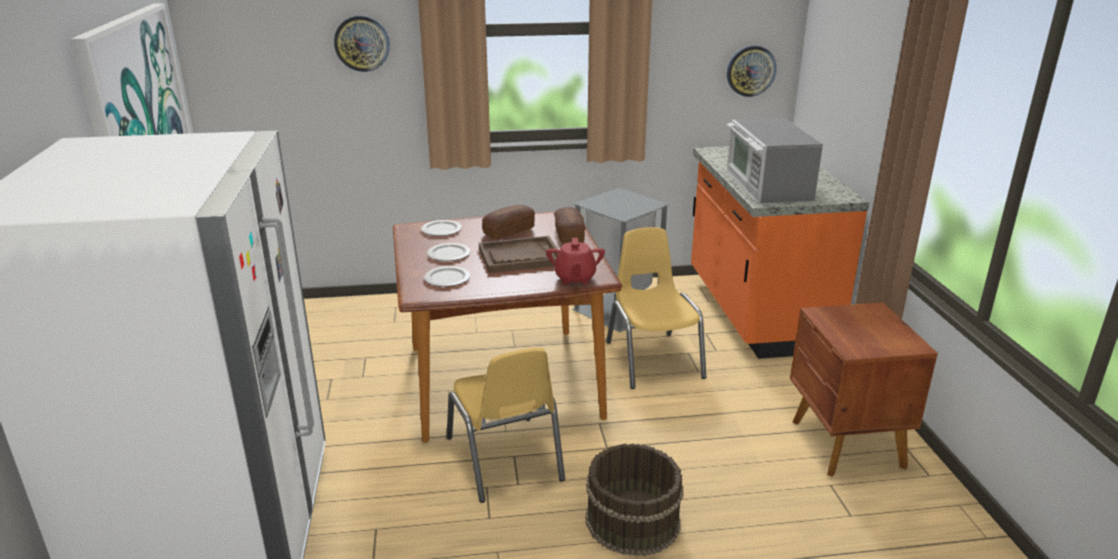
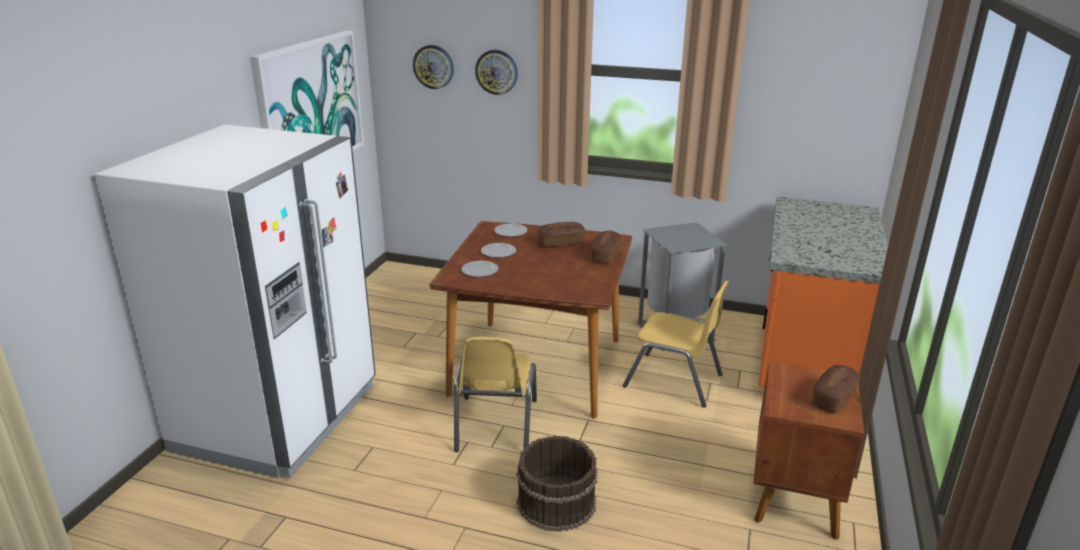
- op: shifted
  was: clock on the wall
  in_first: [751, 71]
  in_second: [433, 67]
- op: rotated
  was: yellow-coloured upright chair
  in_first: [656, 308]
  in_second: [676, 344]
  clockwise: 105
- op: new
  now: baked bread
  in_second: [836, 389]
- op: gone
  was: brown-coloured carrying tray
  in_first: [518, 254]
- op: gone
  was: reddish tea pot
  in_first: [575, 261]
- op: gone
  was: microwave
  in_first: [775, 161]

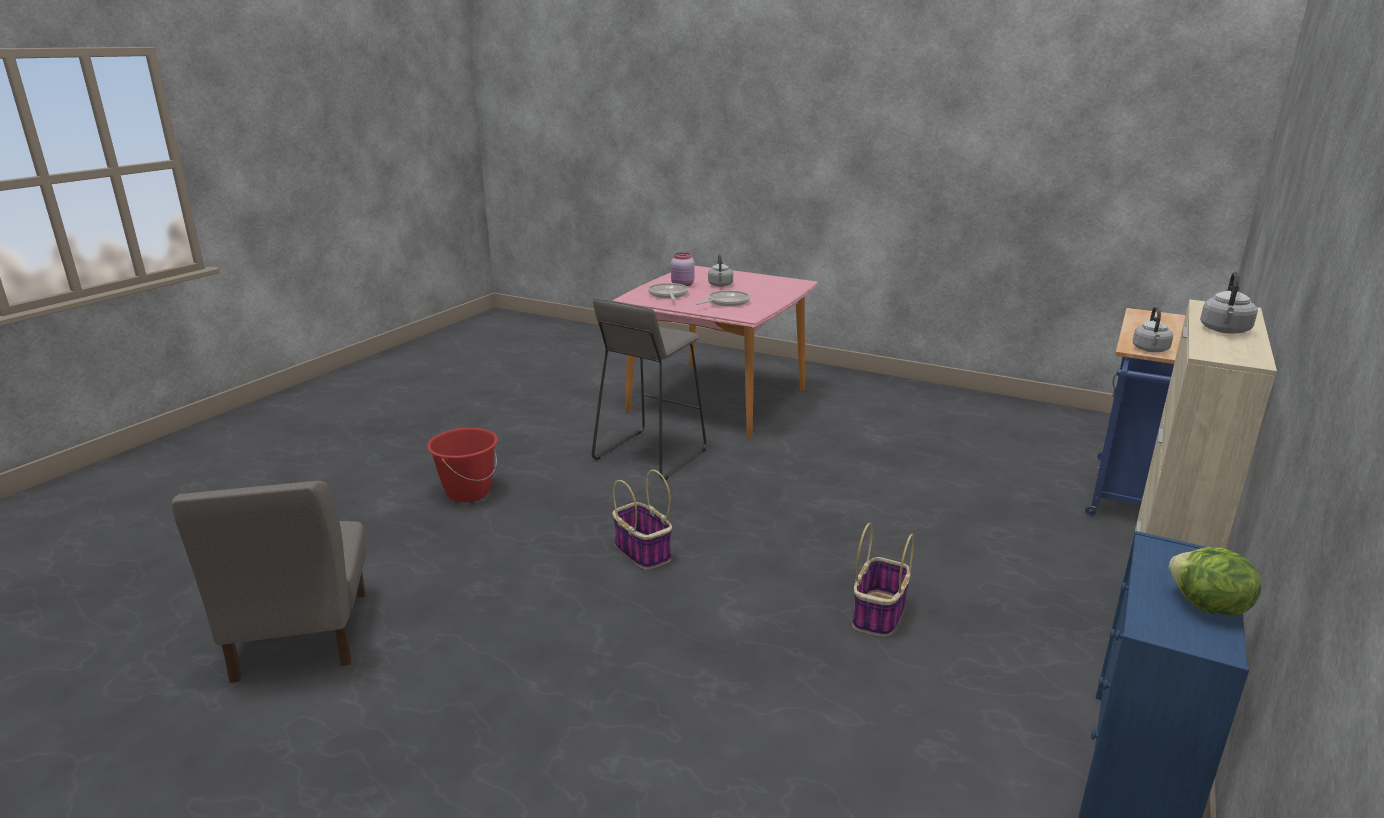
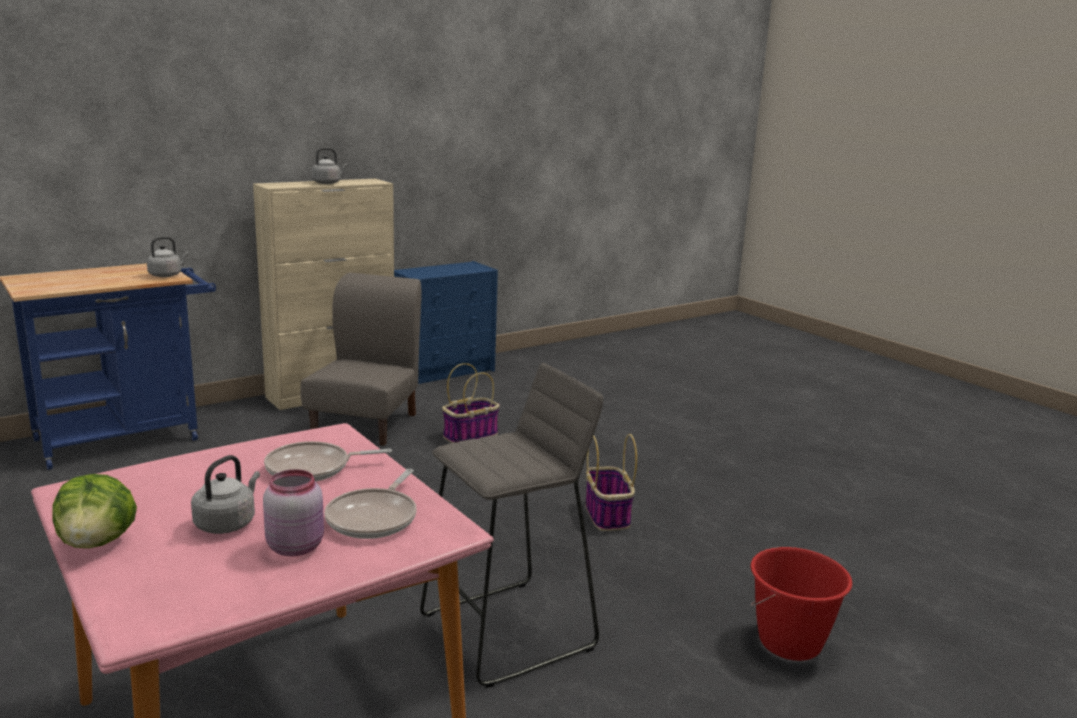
- op: shifted
  was: lettuce
  in_first: [1214, 581]
  in_second: [94, 511]
- op: shifted
  was: gray upright chair
  in_first: [268, 581]
  in_second: [360, 359]

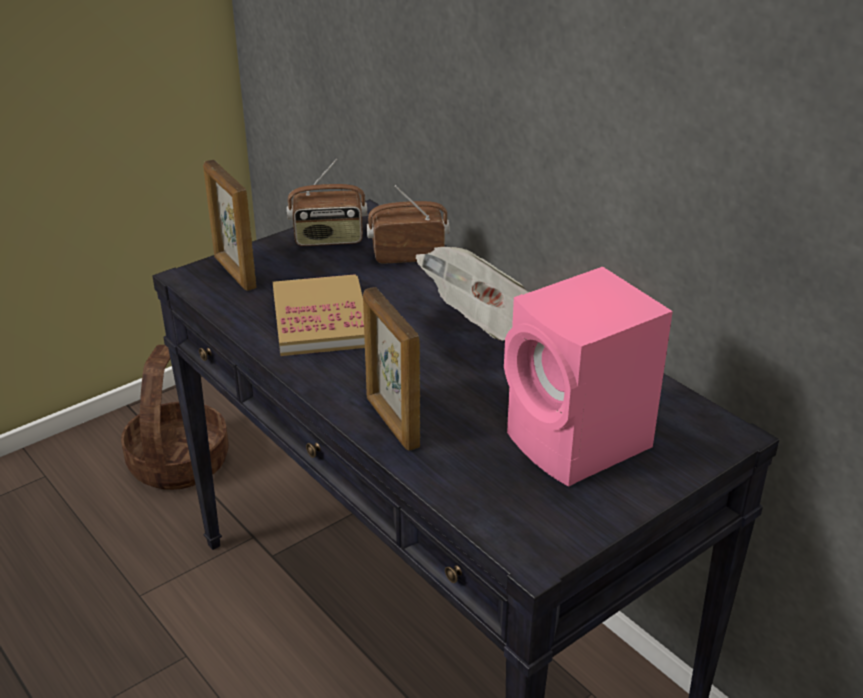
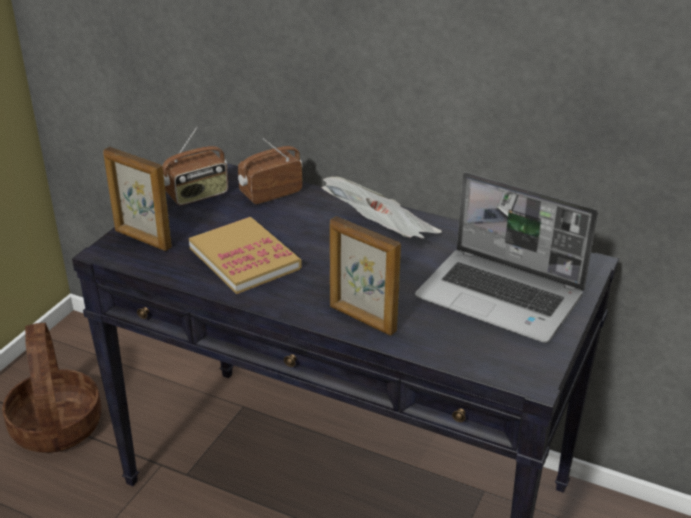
- op: swapped
  was: pink loudspeaker
  now: laptop
  in_first: [588, 377]
  in_second: [506, 257]

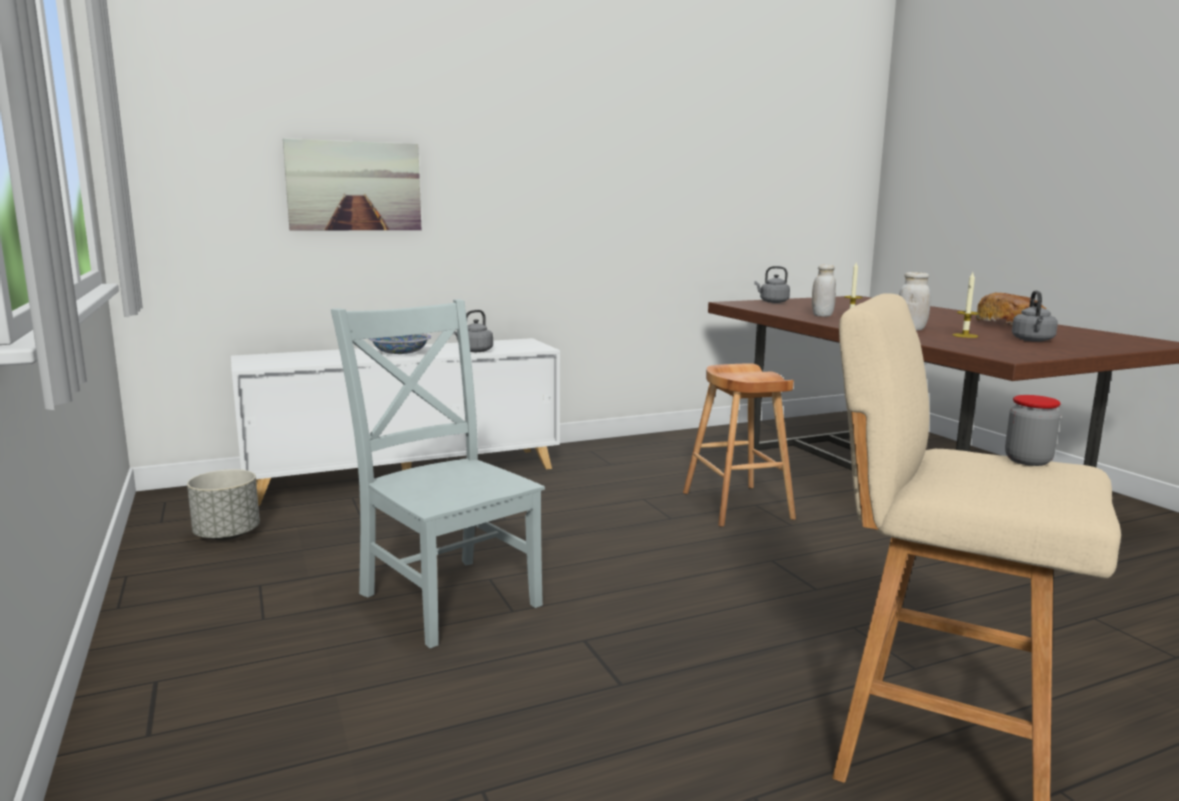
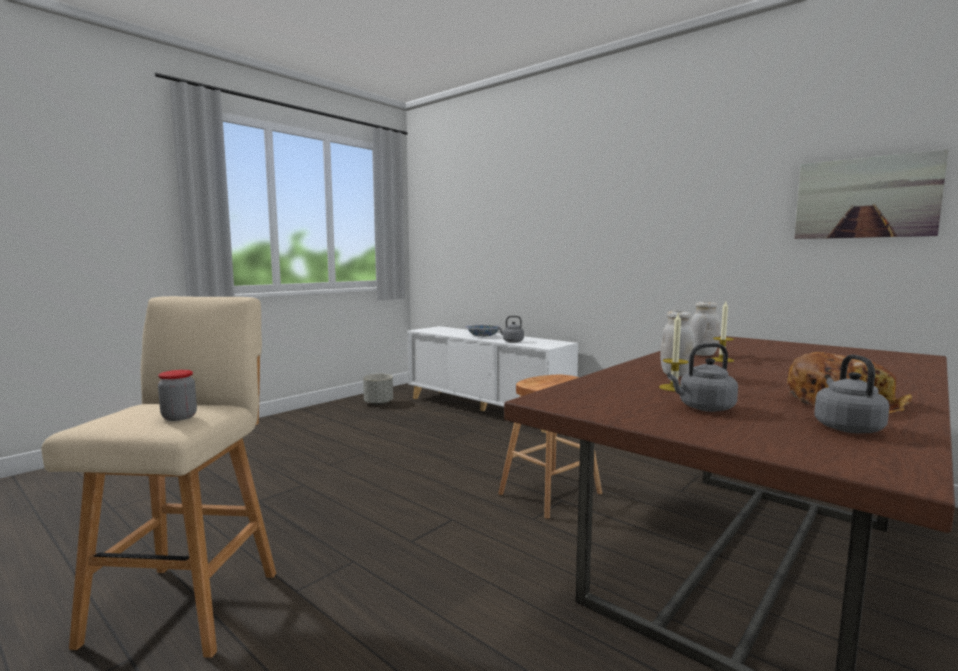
- op: shifted
  was: wall art
  in_first: [352, 184]
  in_second: [871, 194]
- op: shifted
  was: gray tea kettle
  in_first: [772, 284]
  in_second: [852, 394]
- op: gone
  was: gray upright chair
  in_first: [438, 473]

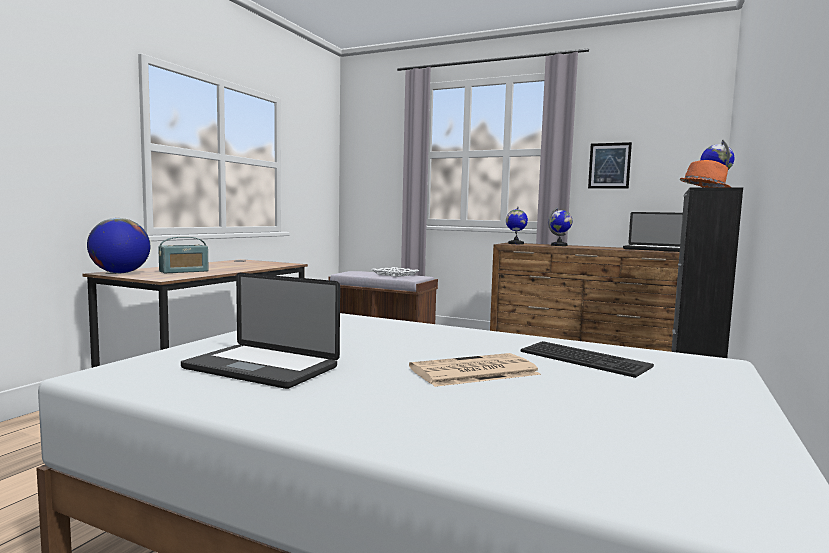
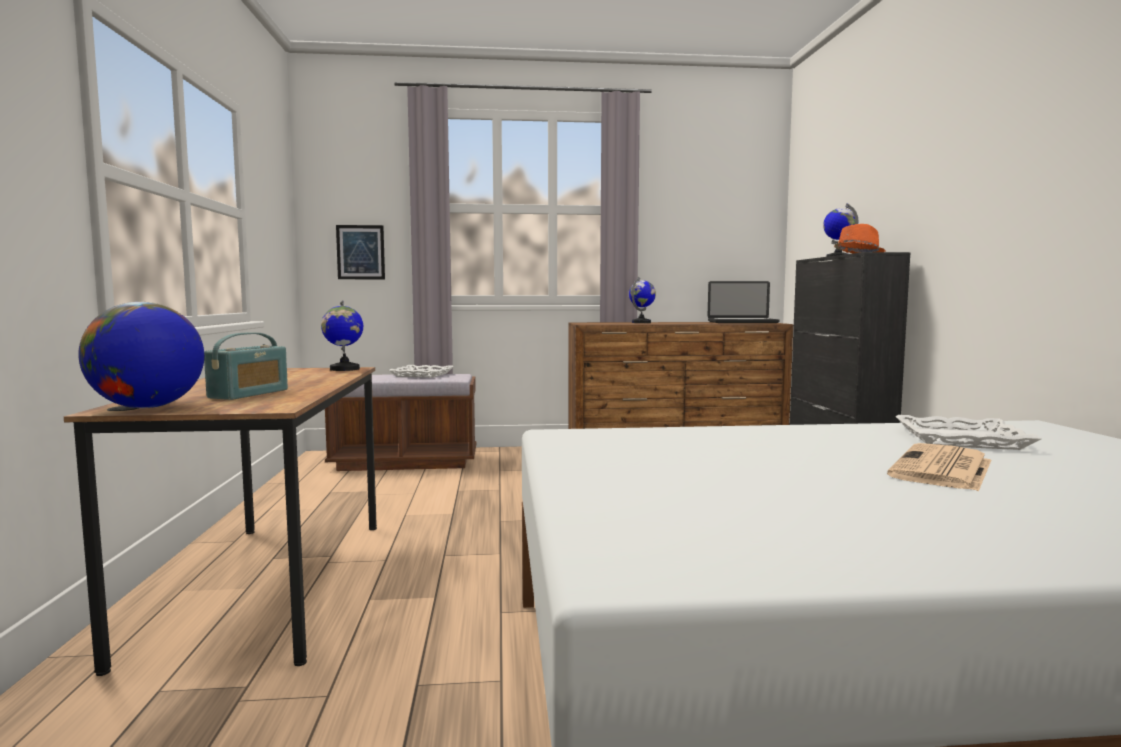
- op: shifted
  was: globe
  in_first: [517, 225]
  in_second: [342, 335]
- op: shifted
  was: wall art
  in_first: [610, 165]
  in_second: [360, 252]
- op: swapped
  was: computer keyboard
  now: white carrying tray
  in_first: [587, 359]
  in_second: [968, 432]
- op: gone
  was: laptop
  in_first: [260, 331]

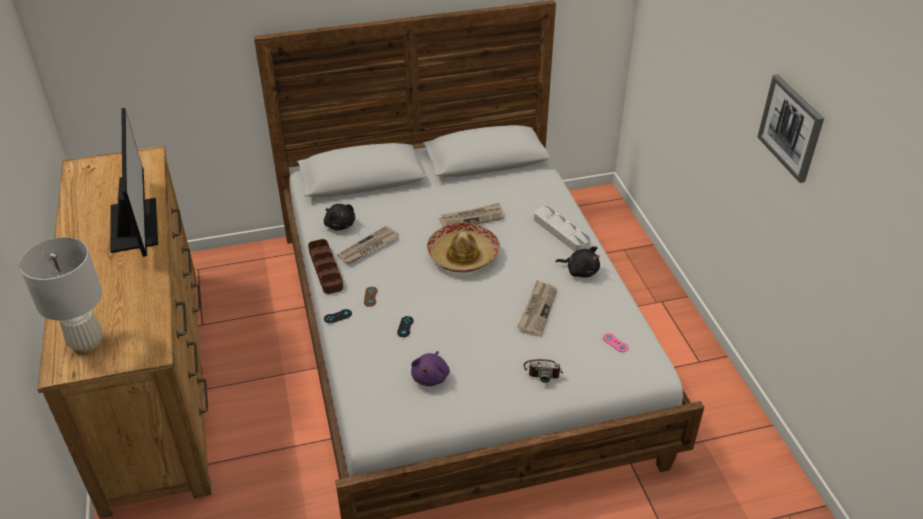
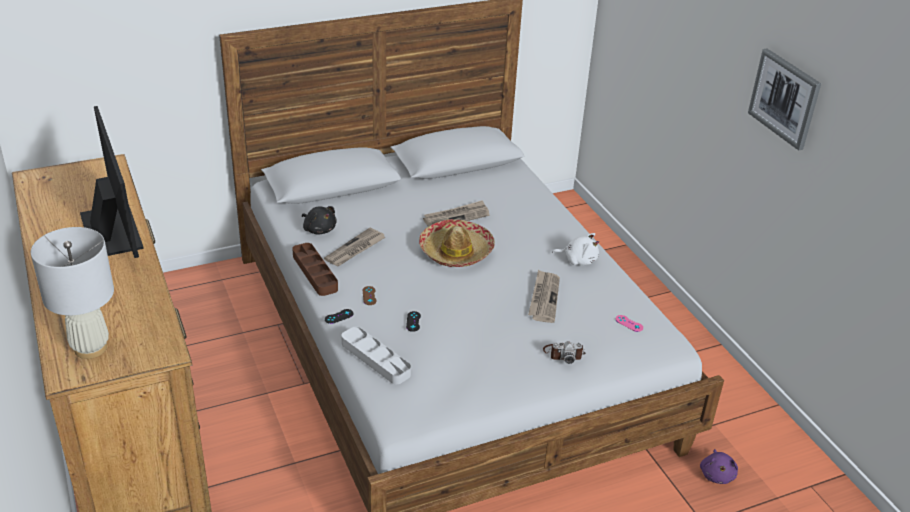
- op: shifted
  was: gray carrying tray
  in_first: [562, 229]
  in_second: [376, 355]
- op: repainted
  was: blackish cuddly toy
  now: white cuddly toy
  in_first: [577, 262]
  in_second: [575, 249]
- op: shifted
  was: purple cuddly toy
  in_first: [430, 368]
  in_second: [719, 466]

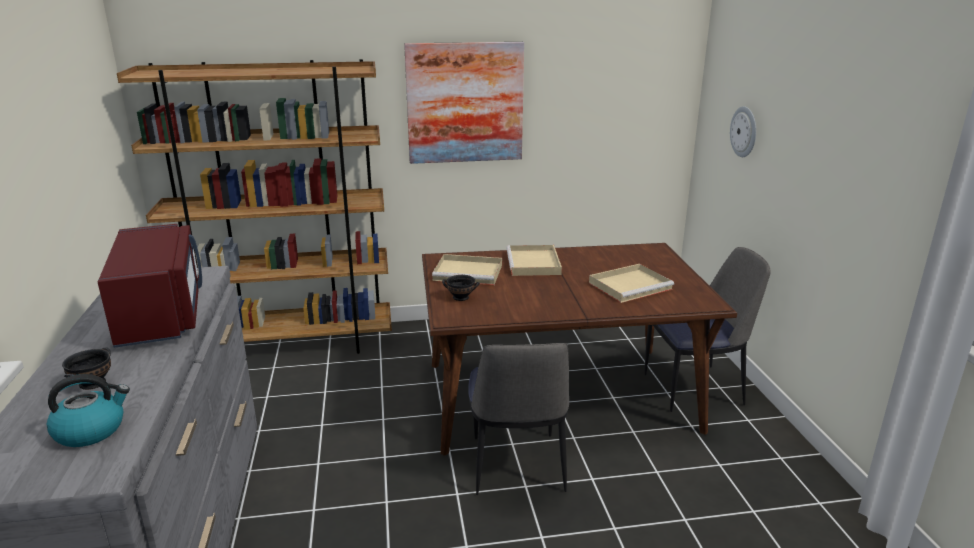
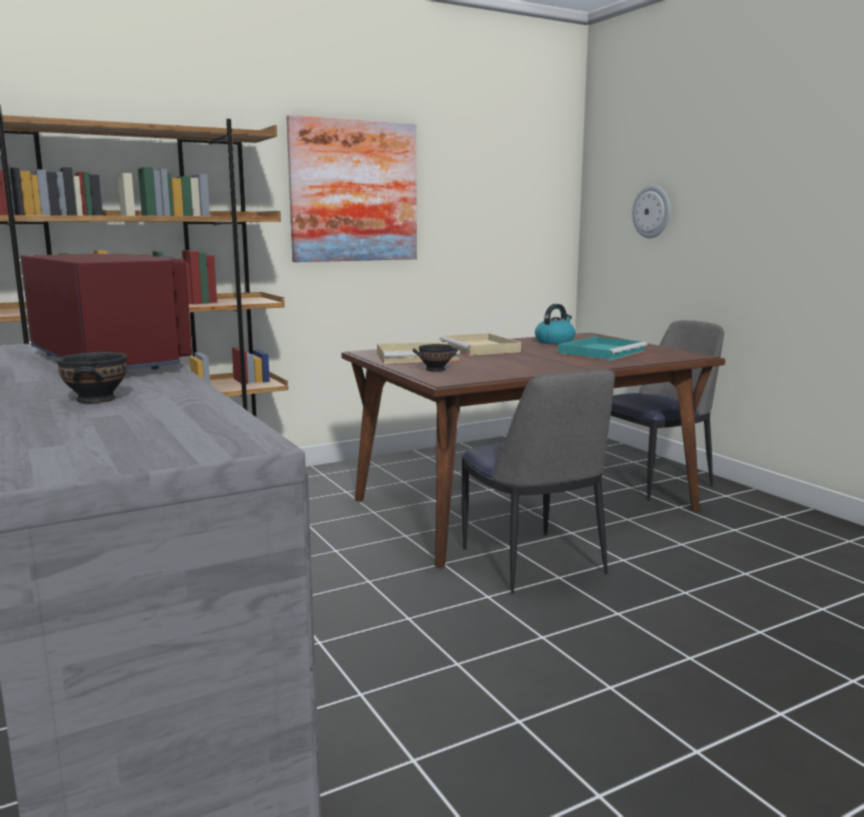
- op: shifted
  was: tea kettle
  in_first: [88, 410]
  in_second: [555, 324]
- op: repainted
  was: beige carrying tray
  now: turquoise-coloured carrying tray
  in_first: [631, 283]
  in_second: [602, 349]

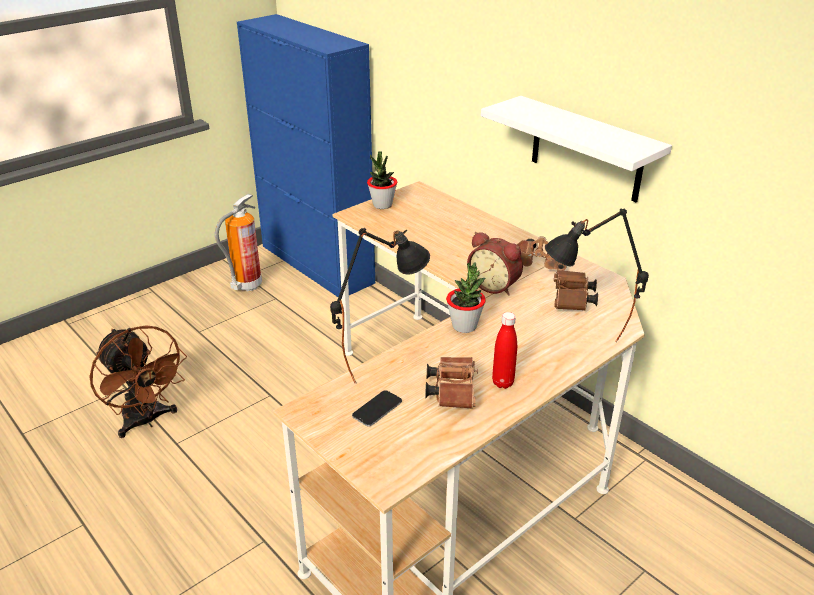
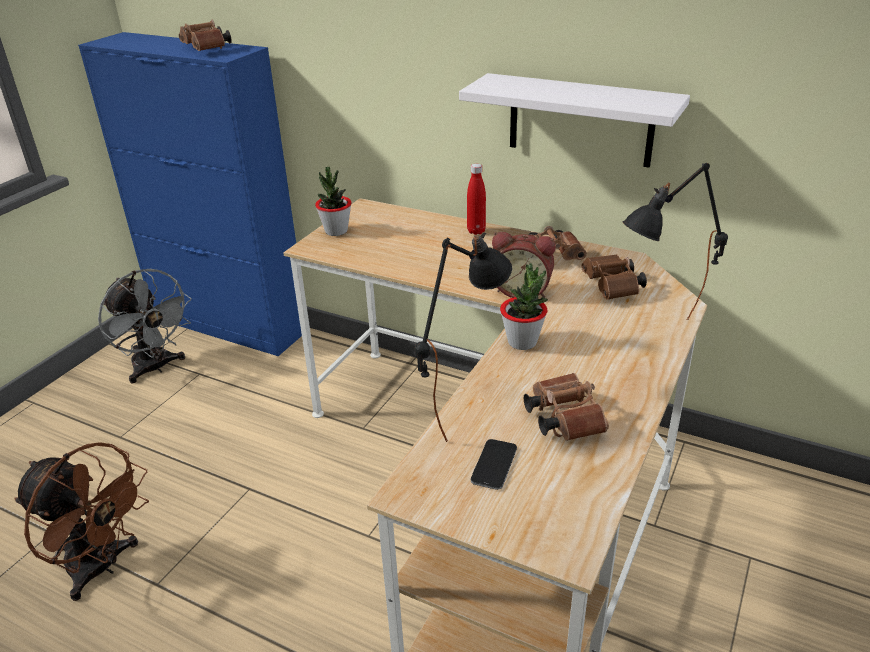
- op: swapped
  was: fire extinguisher
  now: gray electric fan
  in_first: [238, 243]
  in_second: [145, 326]
- op: new
  now: brown-coloured pair of binoculars
  in_second: [205, 35]
- op: shifted
  was: reddish beverage bottle
  in_first: [504, 350]
  in_second: [476, 199]

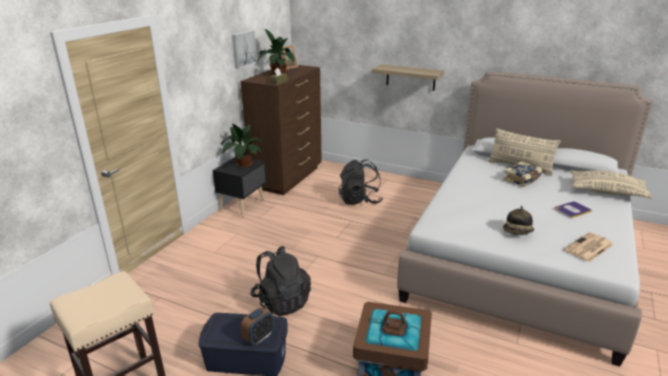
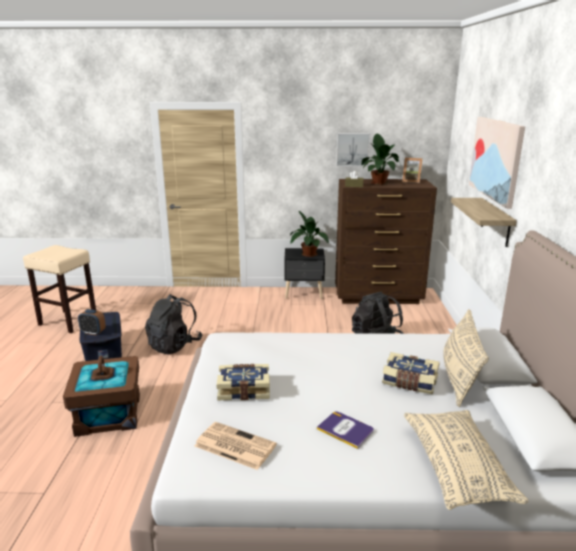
- op: swapped
  was: wearable hat
  now: book
  in_first: [518, 220]
  in_second: [243, 382]
- op: new
  now: wall art
  in_second: [497, 163]

